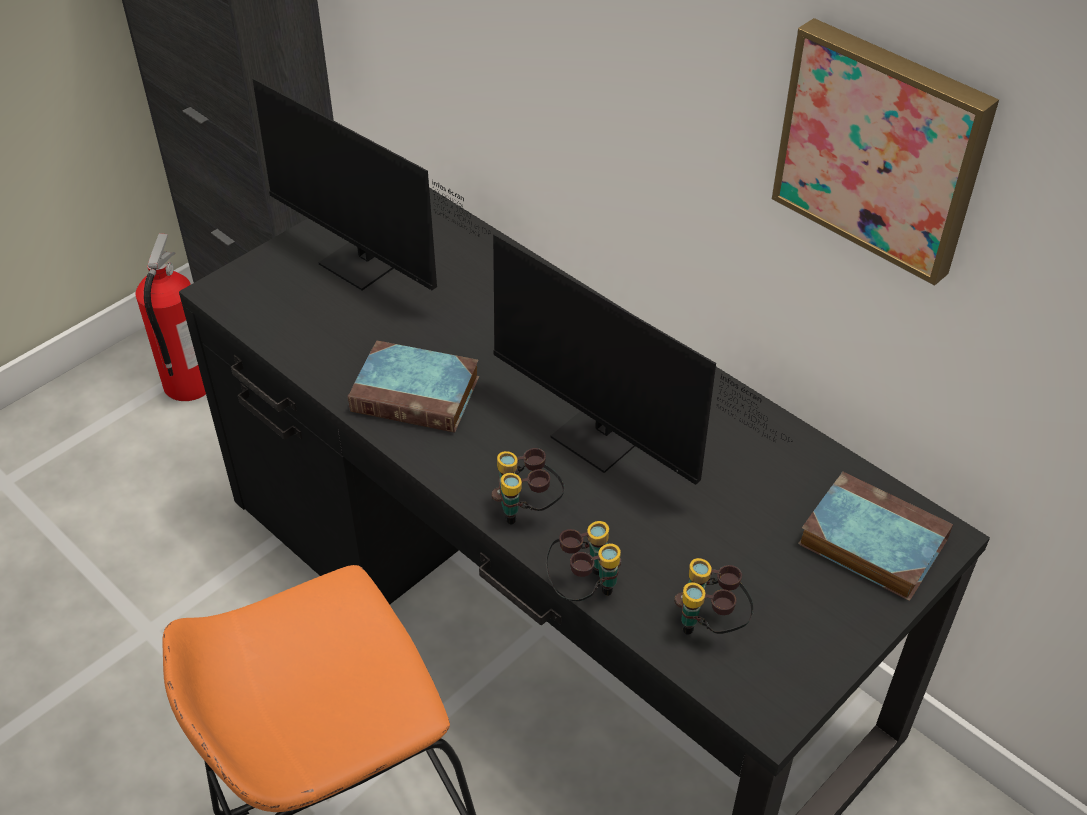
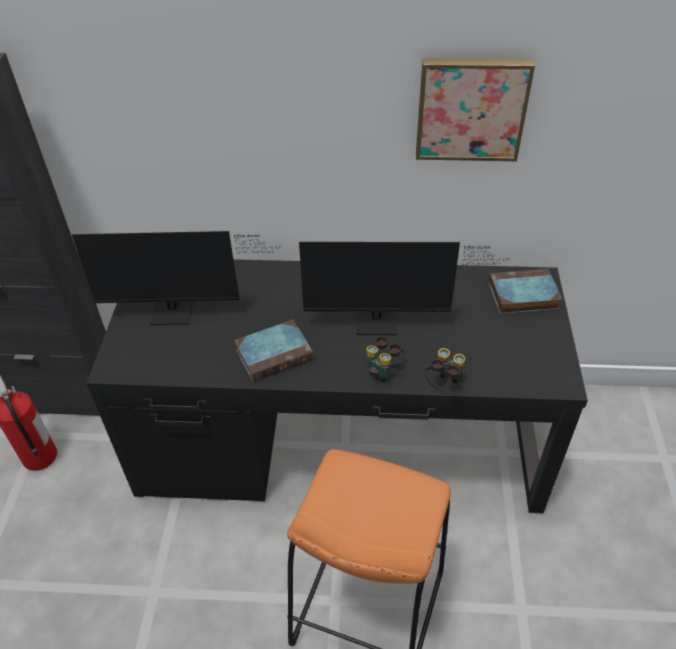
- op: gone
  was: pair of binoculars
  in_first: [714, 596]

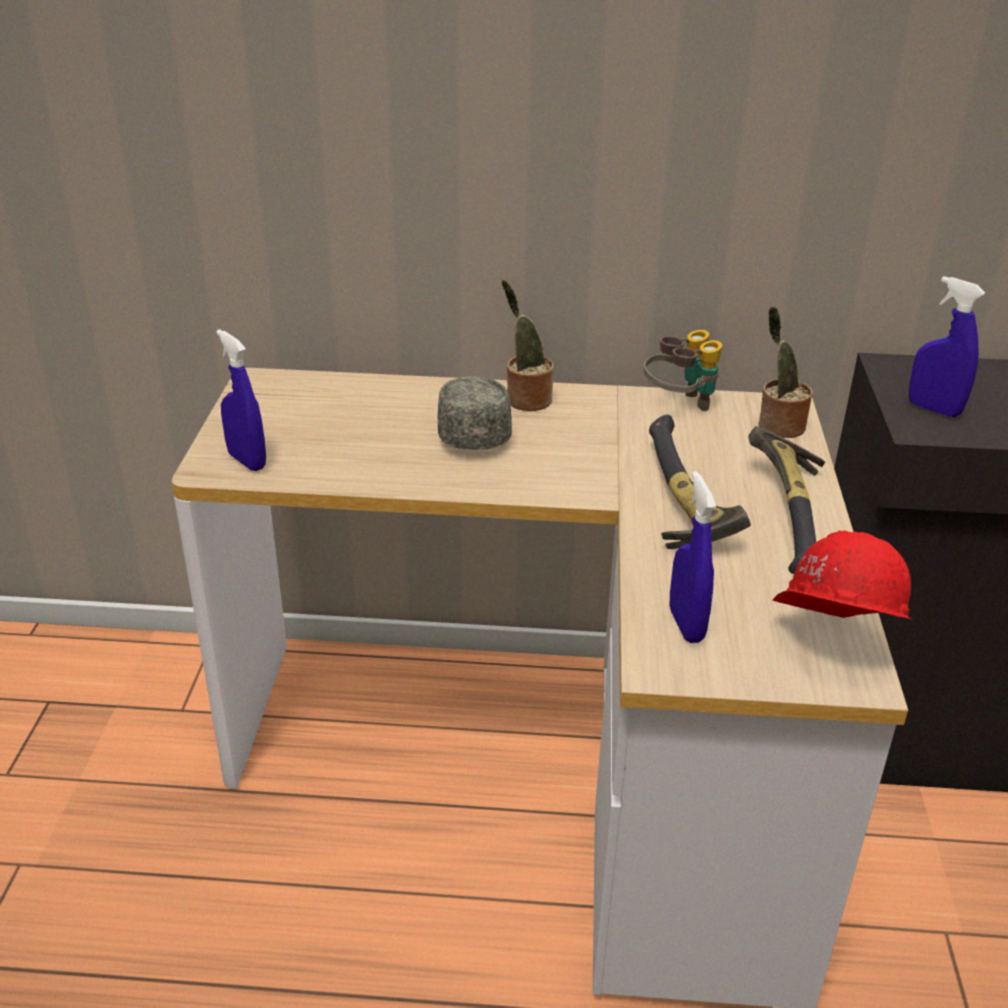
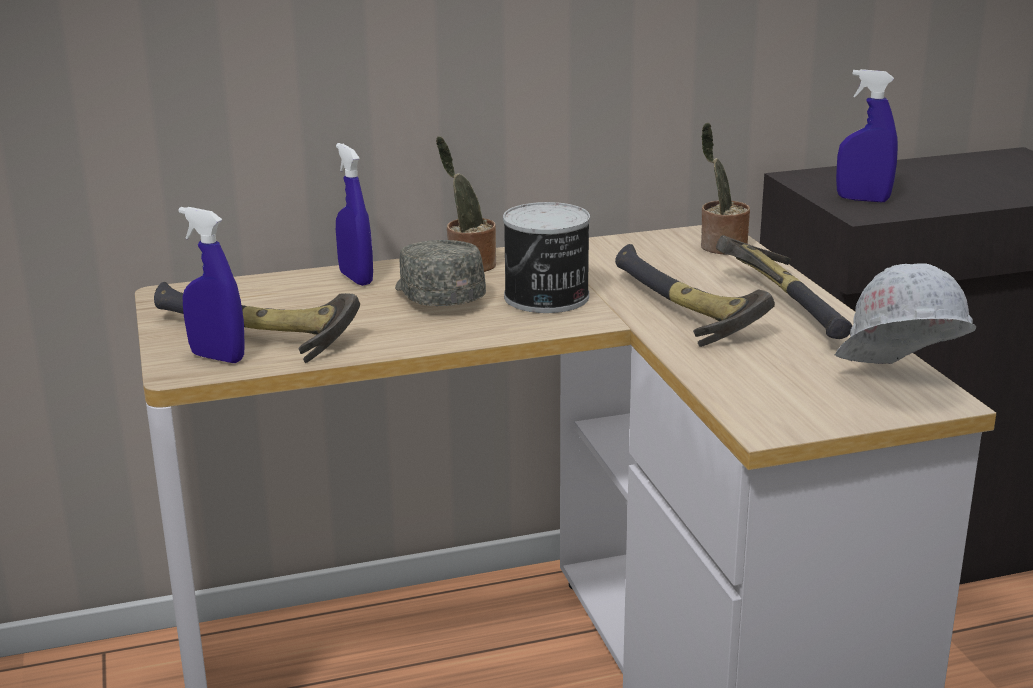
- op: new
  now: tool hammer
  in_second: [257, 322]
- op: shifted
  was: blue-coloured hand sprayer
  in_first: [693, 557]
  in_second: [354, 214]
- op: new
  now: metal can
  in_second: [546, 257]
- op: repainted
  was: reddish safety helmet
  now: white safety helmet
  in_first: [841, 575]
  in_second: [878, 314]
- op: gone
  was: pair of binoculars
  in_first: [683, 370]

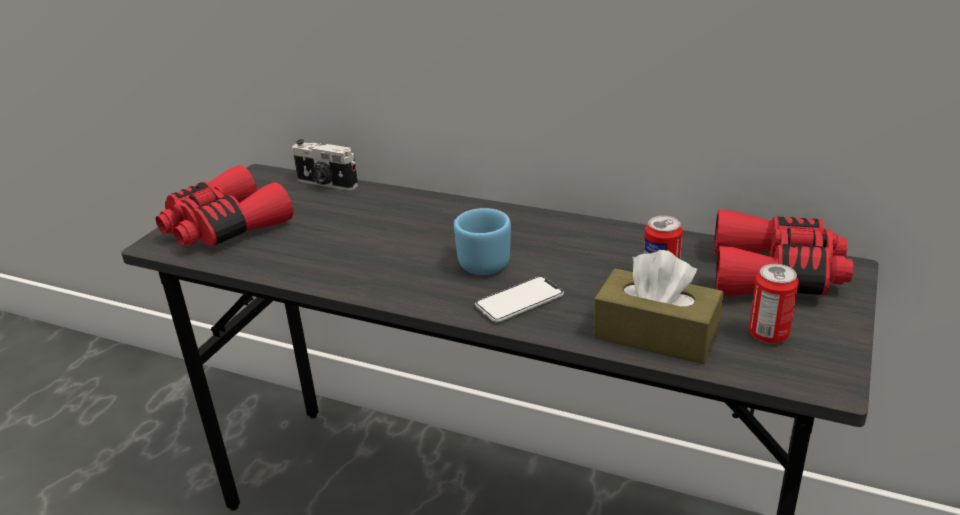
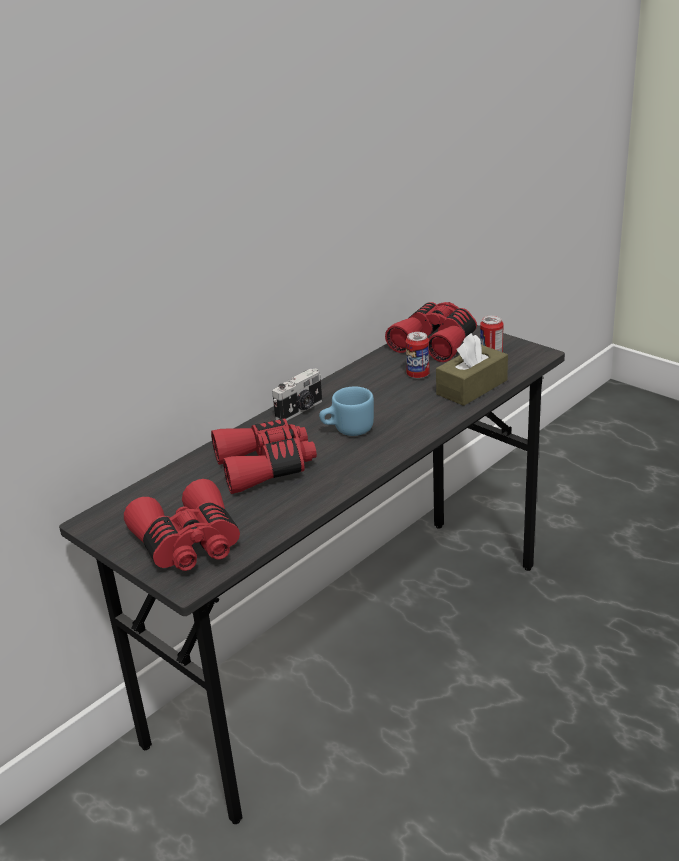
- op: new
  now: reddish pair of binoculars
  in_second: [264, 456]
- op: shifted
  was: photo camera
  in_first: [325, 165]
  in_second: [297, 394]
- op: gone
  was: phone
  in_first: [519, 299]

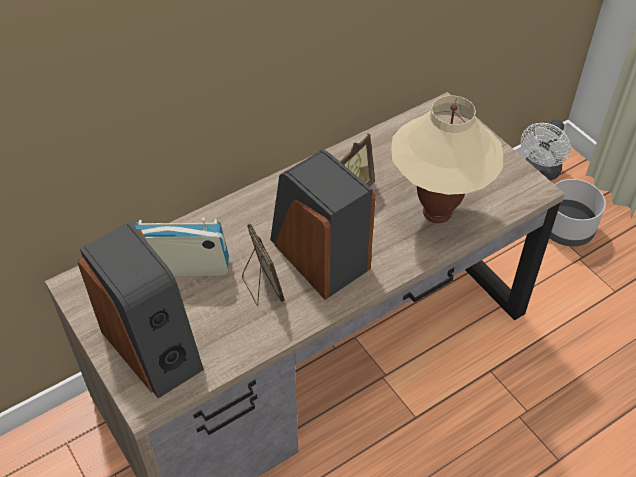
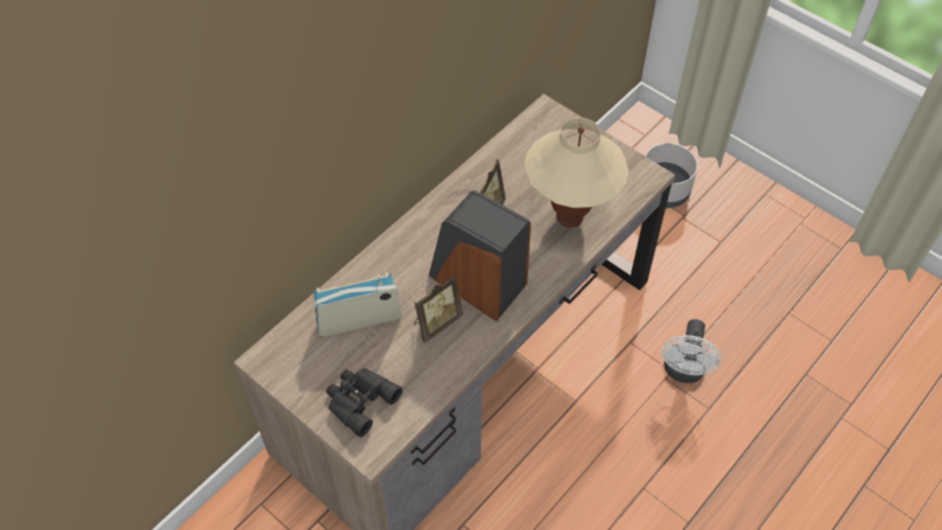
- op: swapped
  was: loudspeaker
  now: blackish pair of binoculars
  in_first: [140, 310]
  in_second: [364, 402]
- op: rotated
  was: standing frame
  in_first: [263, 264]
  in_second: [438, 308]
  clockwise: 90
- op: shifted
  was: white electric fan
  in_first: [545, 150]
  in_second: [691, 351]

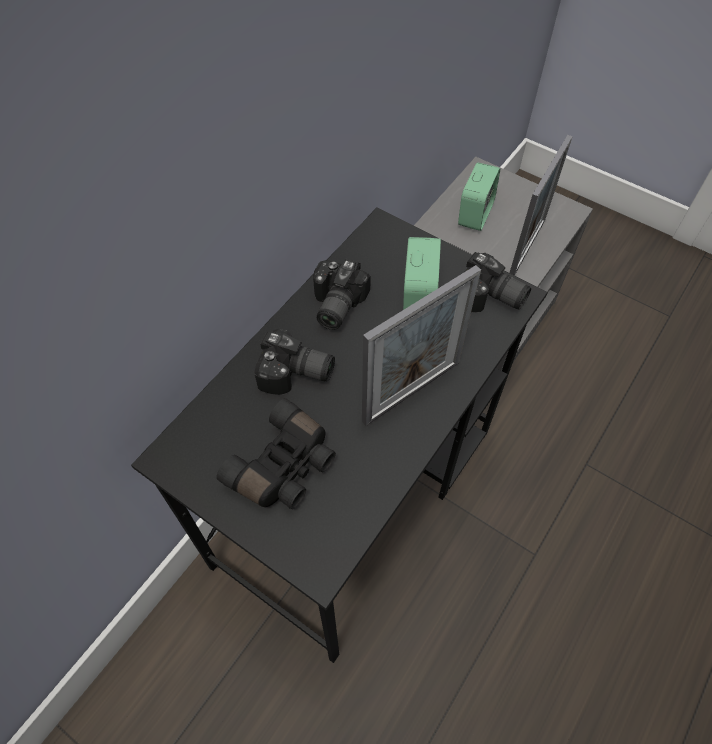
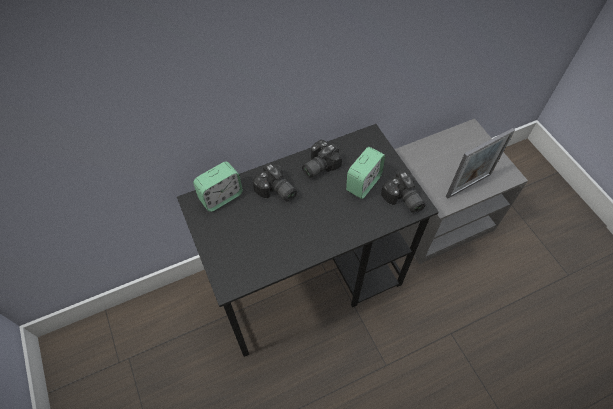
- op: shifted
  was: table clock
  in_first: [479, 196]
  in_second: [218, 187]
- op: gone
  was: blackish pair of binoculars
  in_first: [276, 453]
- op: gone
  was: standing frame
  in_first: [421, 345]

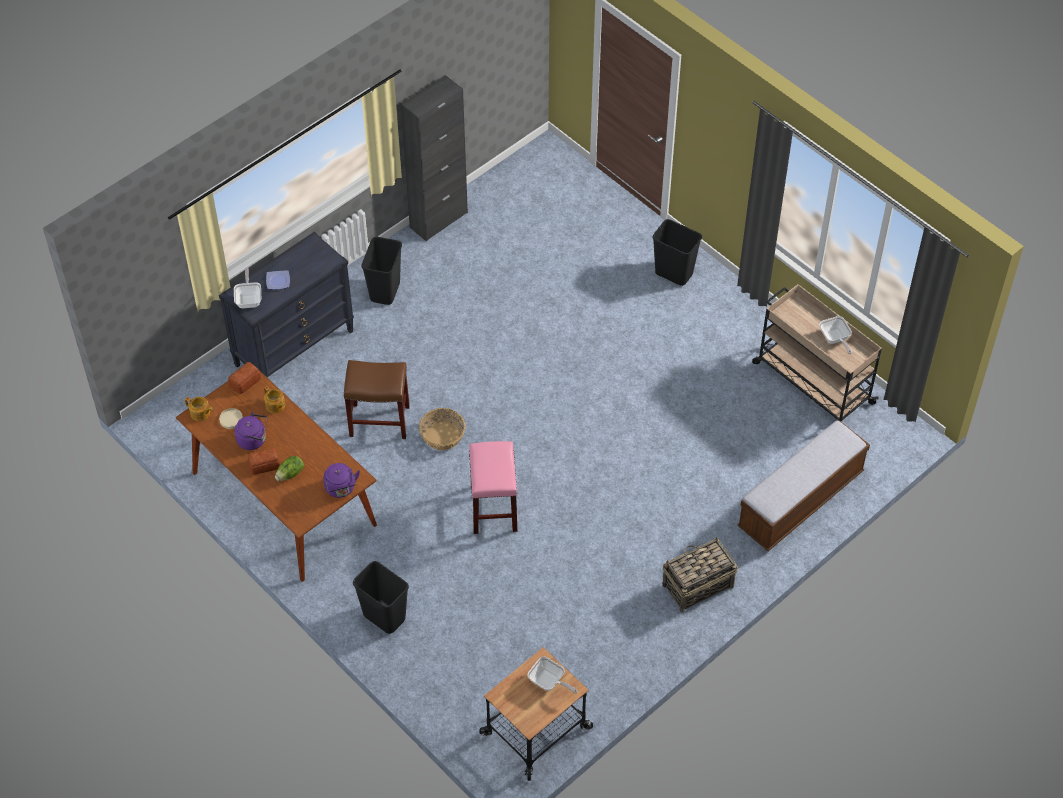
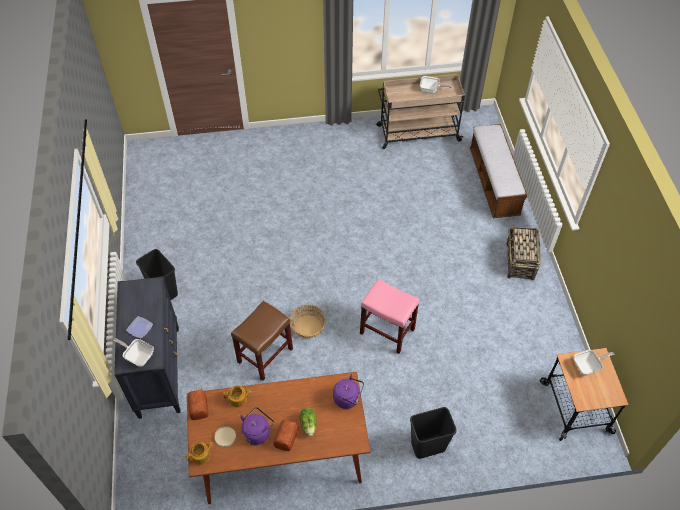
- op: gone
  was: blackish storage cabinet
  in_first: [434, 158]
- op: gone
  was: blackish rubbish bin
  in_first: [677, 252]

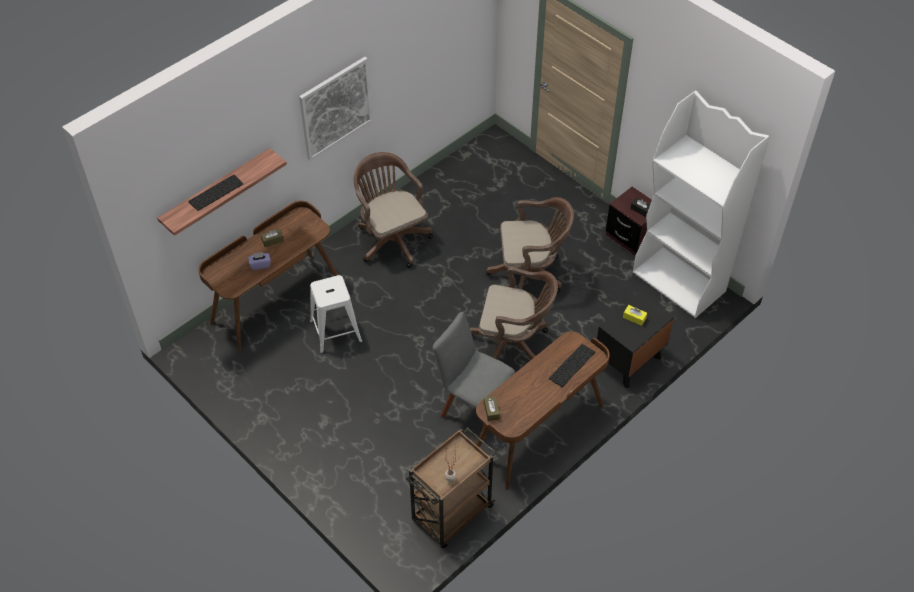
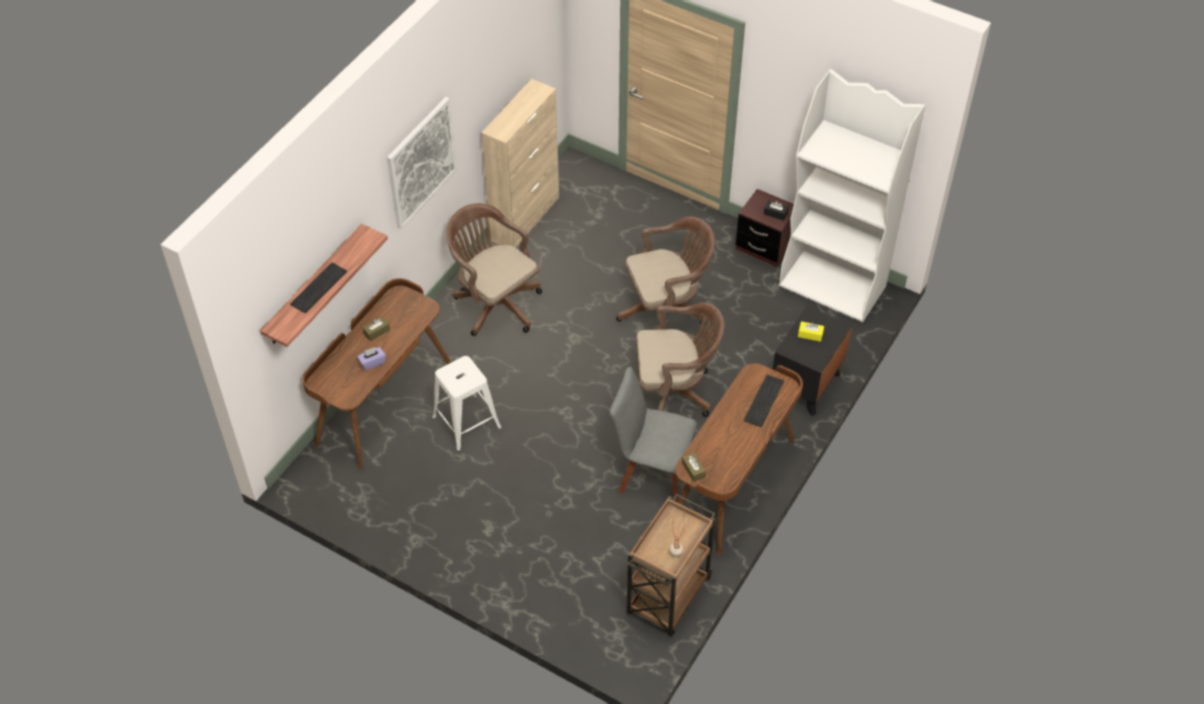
- op: new
  now: beige storage cabinet
  in_second: [520, 163]

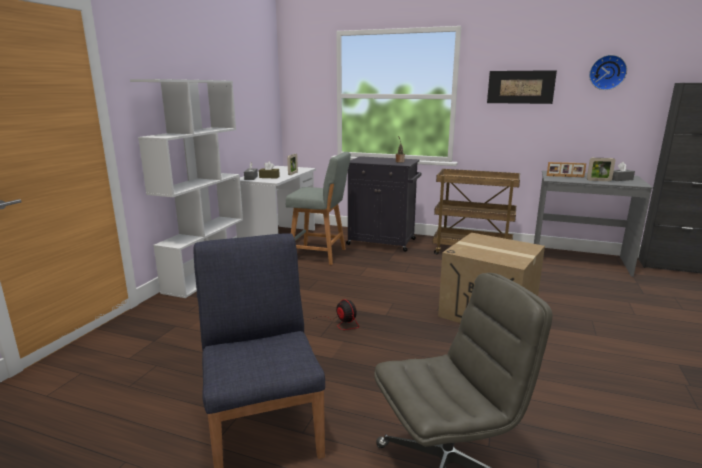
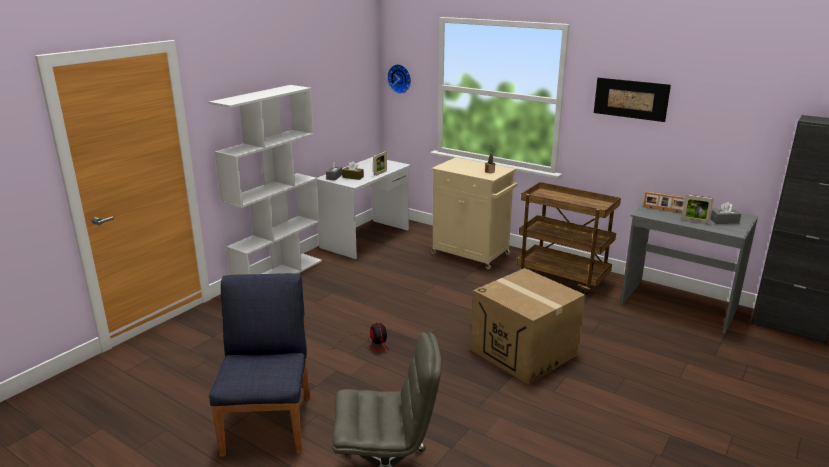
- op: shifted
  was: clock on the wall
  in_first: [608, 72]
  in_second: [399, 79]
- op: repainted
  was: blackish storage cabinet
  now: beige storage cabinet
  in_first: [383, 204]
  in_second: [474, 213]
- op: gone
  was: gray stool
  in_first: [318, 208]

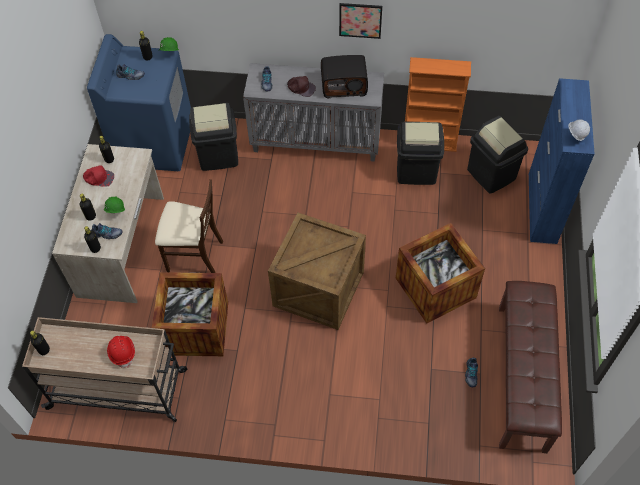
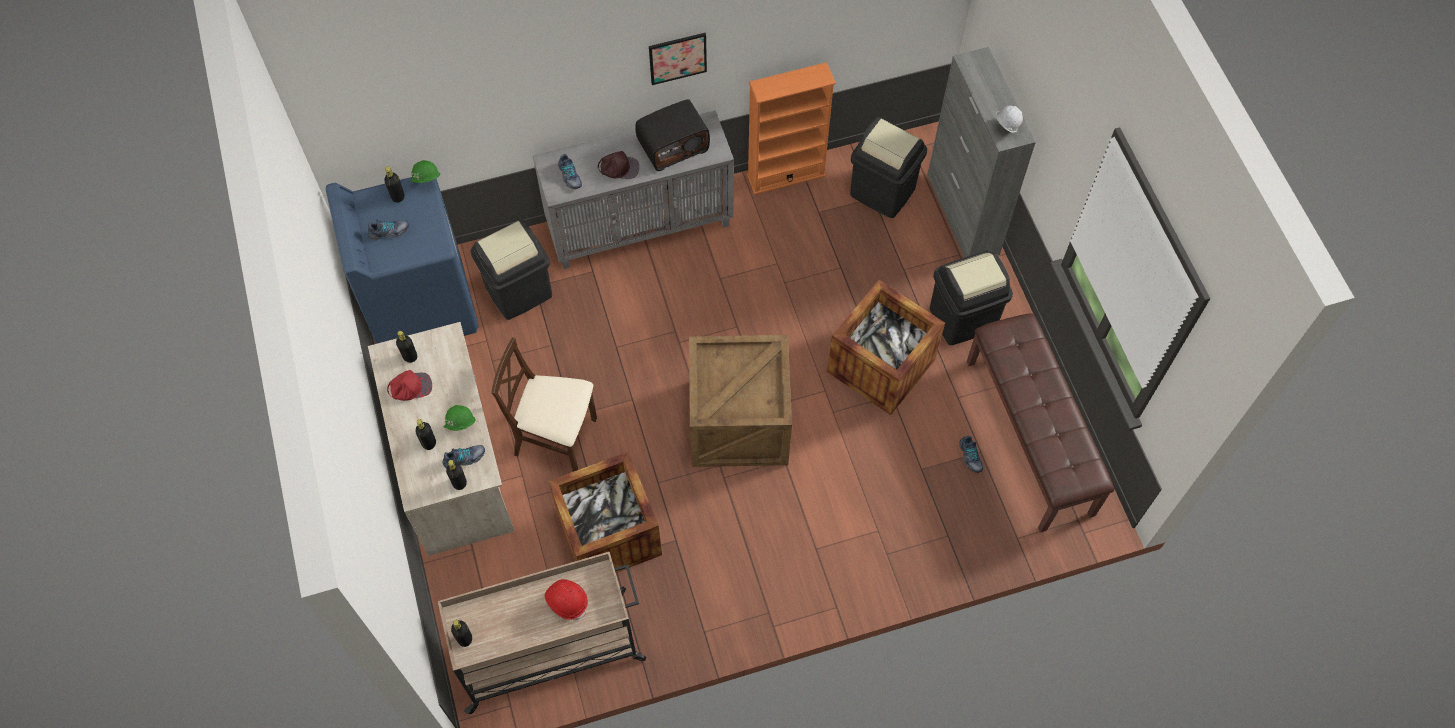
- op: rotated
  was: beige upright chair
  in_first: [189, 226]
  in_second: [544, 405]
  clockwise: -150
- op: repainted
  was: blue-coloured storage cabinet
  now: gray storage cabinet
  in_first: [561, 161]
  in_second: [981, 152]
- op: shifted
  was: blackish rubbish bin
  in_first: [420, 153]
  in_second: [971, 298]

